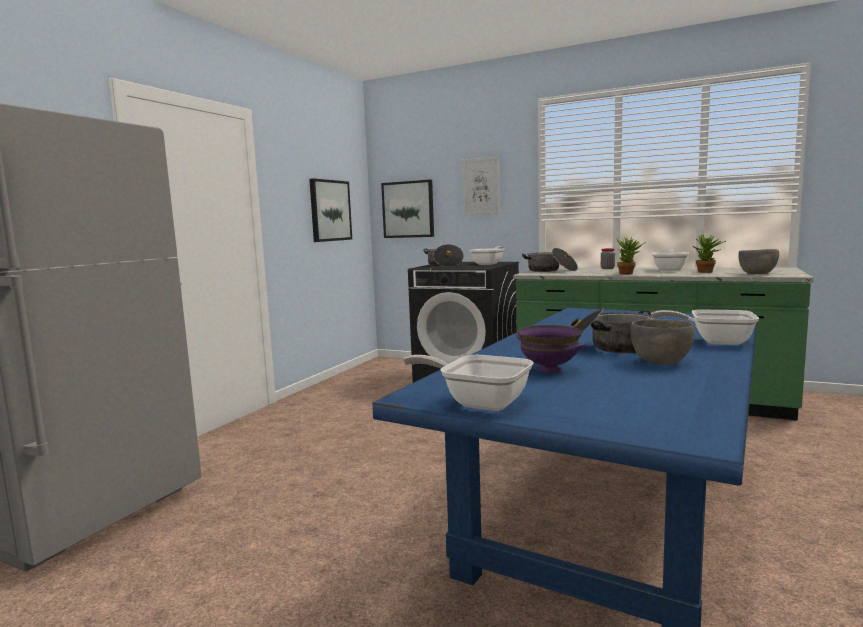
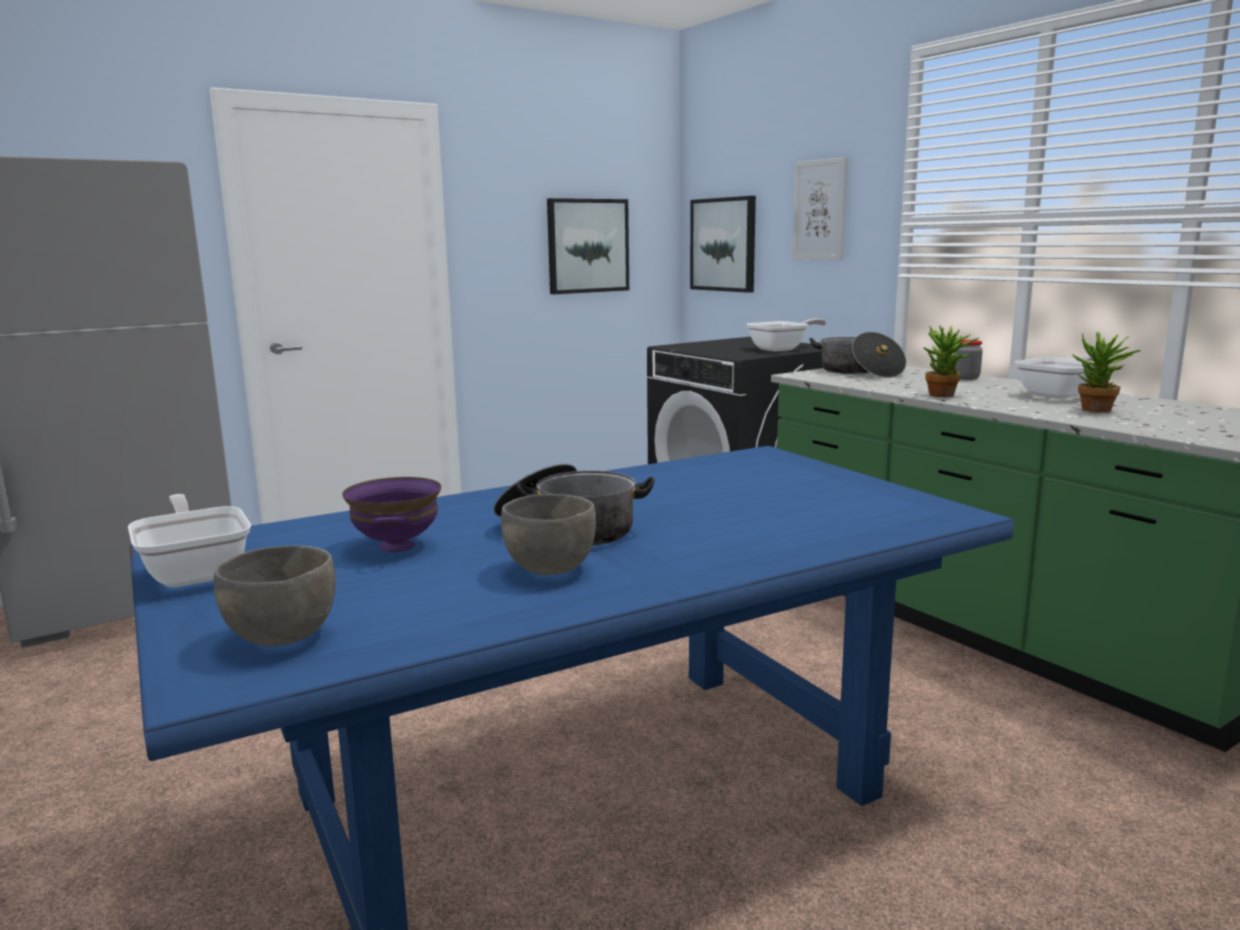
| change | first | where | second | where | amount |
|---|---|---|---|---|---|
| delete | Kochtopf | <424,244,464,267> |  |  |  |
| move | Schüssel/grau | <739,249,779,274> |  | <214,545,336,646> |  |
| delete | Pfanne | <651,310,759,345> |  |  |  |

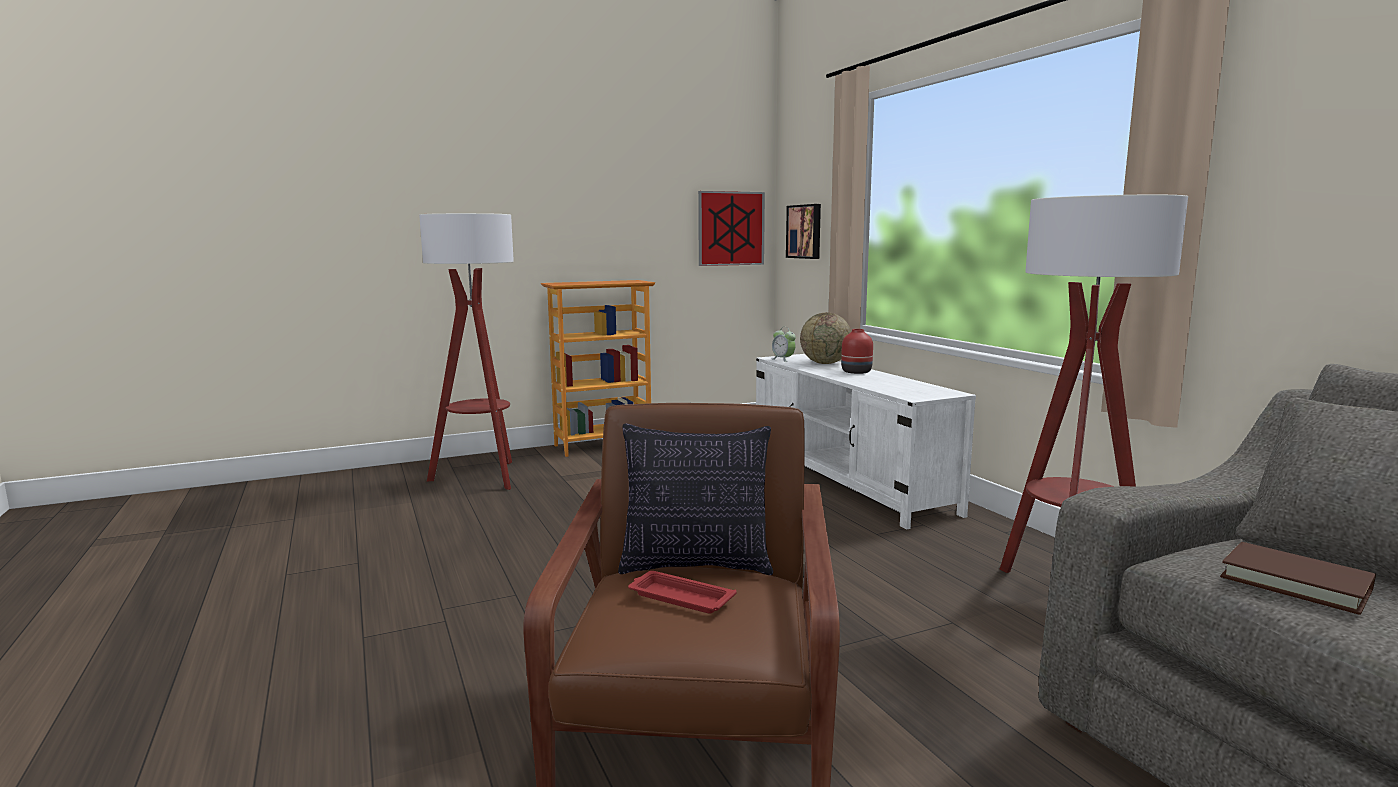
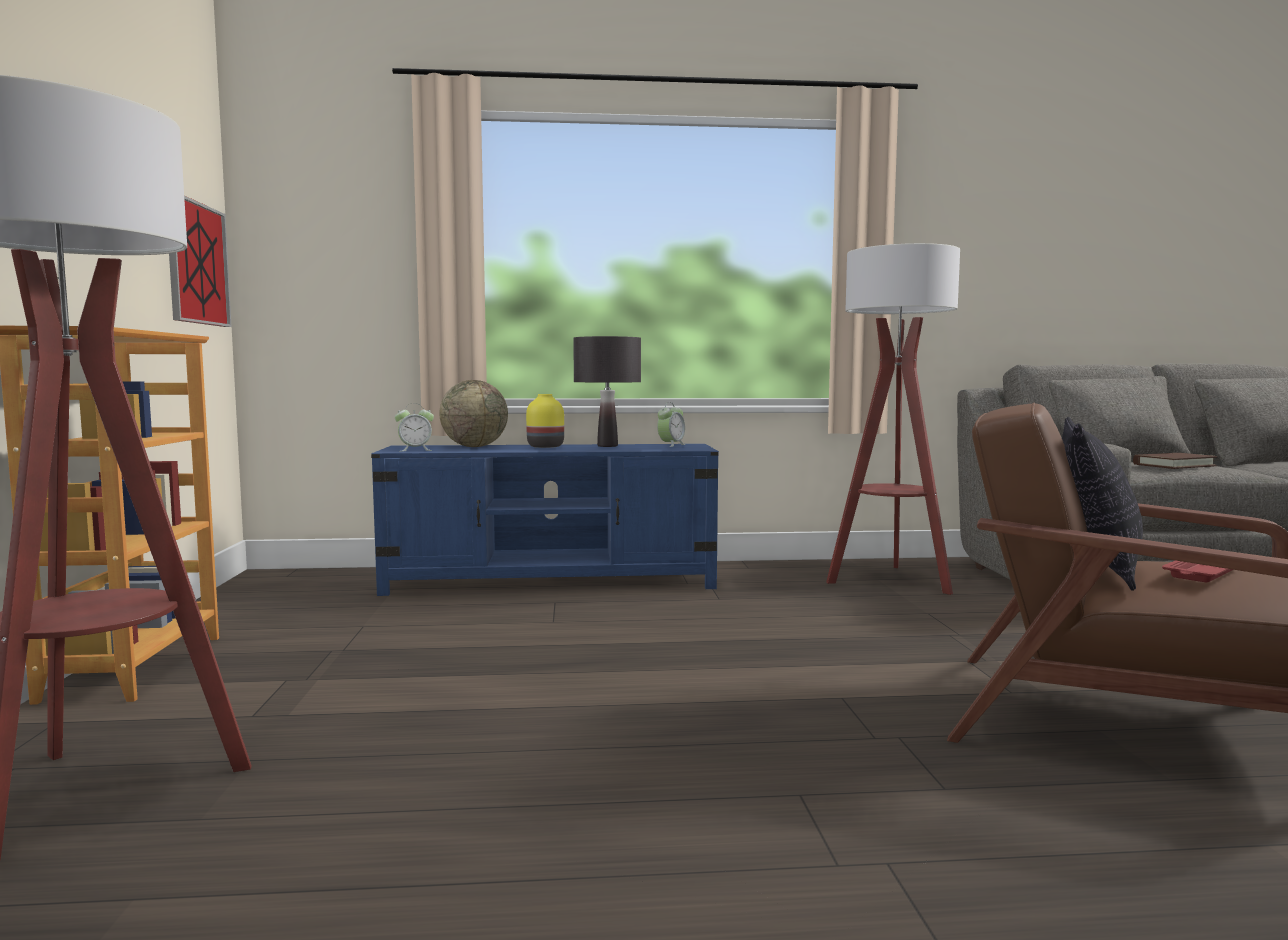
| change | first | where | second | where | amount |
|---|---|---|---|---|---|
| delete | Bild | <786,204,821,259> |  |  |  |
| recolor | Vase/rot | <841,329,873,374> | Vase/gelb | <526,394,564,448> |  |
| recolor | Fernsehschrank/weiß | <756,354,976,530> | Fernsehschrank/blau | <371,444,719,596> |  |
| insert |  |  | Tischlampe/schwarz | <573,336,641,447> |  |
| insert |  |  | Wecker | <657,402,686,447> |  |

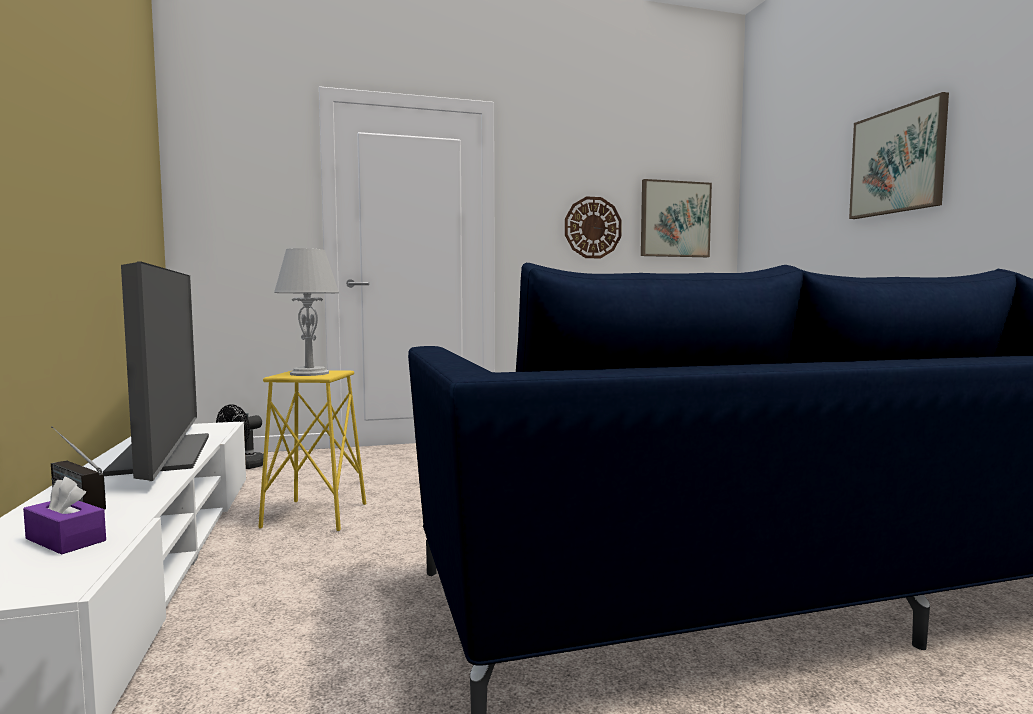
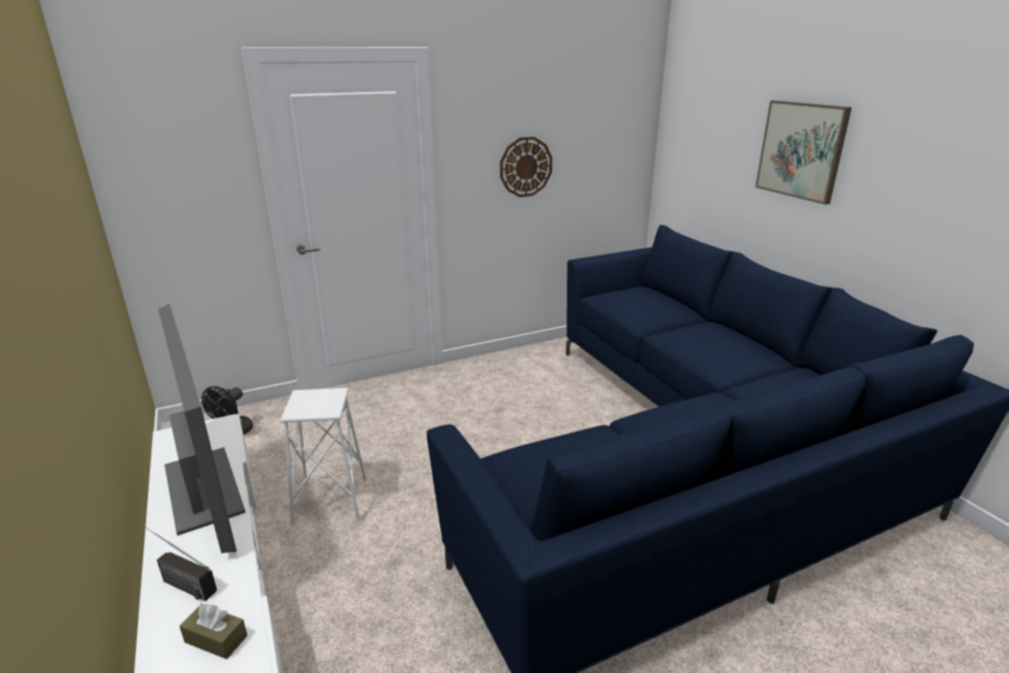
| change | first | where | second | where | amount |
|---|---|---|---|---|---|
| delete | Bild | <641,179,712,257> |  |  |  |
| delete | Tischlampe/grau | <274,248,339,376> |  |  |  |
| recolor | Hocker/gelb | <258,370,366,531> | Hocker/weiß | <280,388,367,525> |  |
| recolor | Taschentuchbox/lila | <23,477,106,555> | Taschentuchbox/braun | <179,604,247,659> |  |

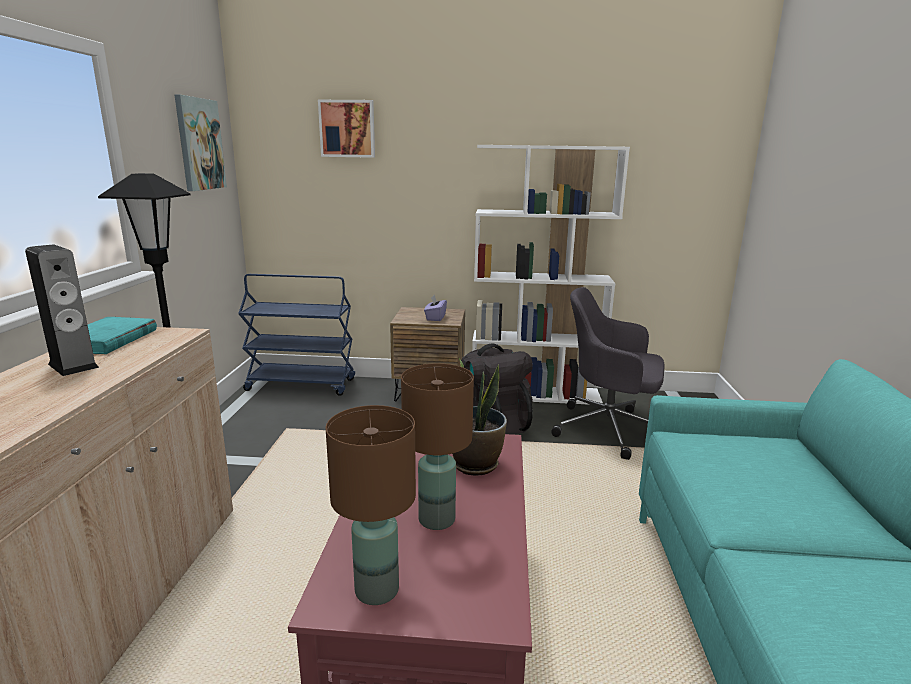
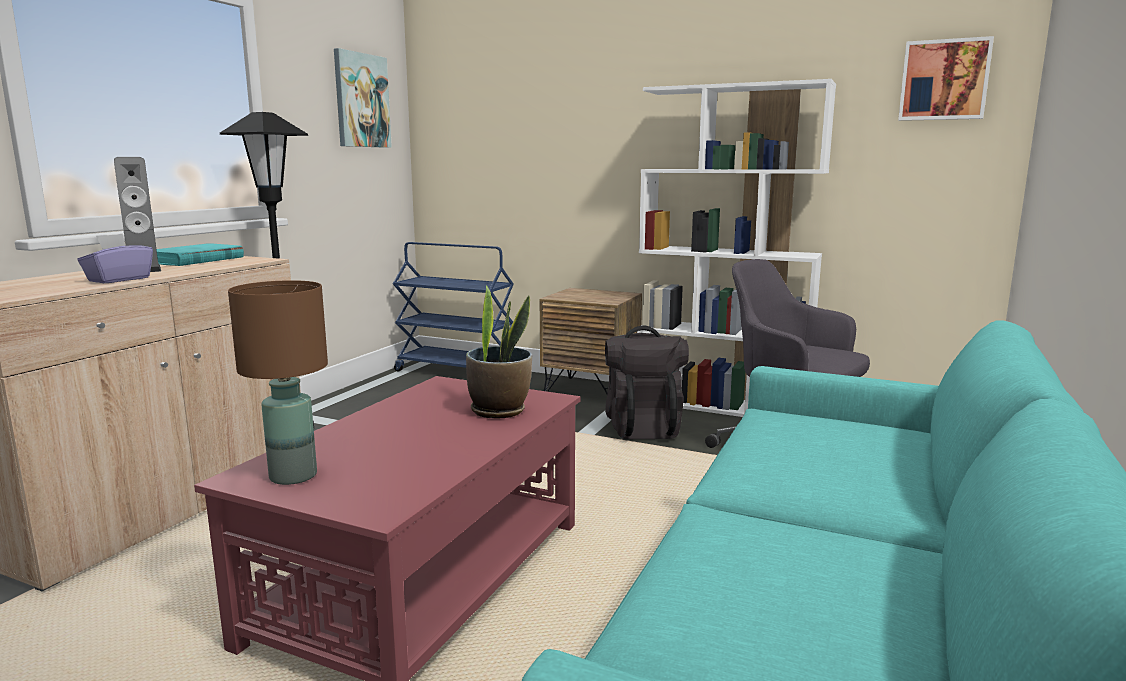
| change | first | where | second | where | amount |
|---|---|---|---|---|---|
| move | Bild | <318,100,375,158> |  | <898,36,994,121> |  |
| move | Taschentuchbox/lila | <424,294,447,321> |  | <77,234,153,283> |  |
| delete | Tischlampe/braun | <401,363,474,530> |  |  |  |

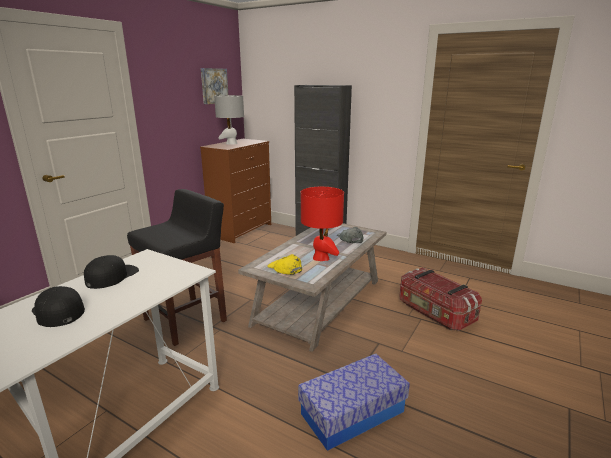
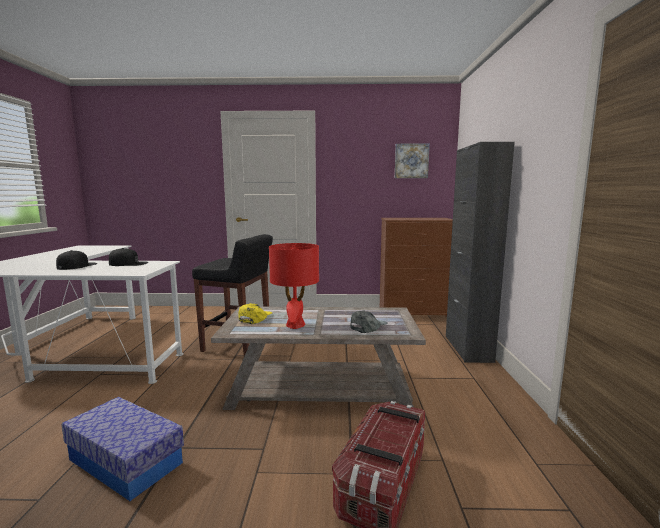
| change | first | where | second | where | amount |
|---|---|---|---|---|---|
| delete | Tischlampe/grau | <214,95,244,145> |  |  |  |

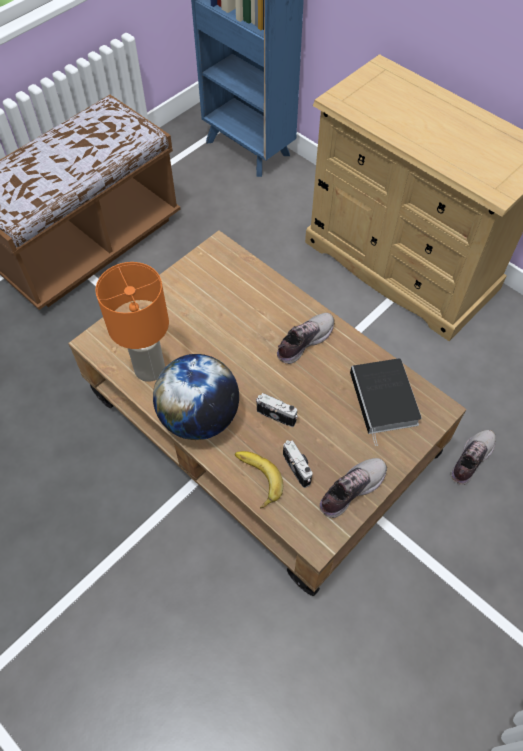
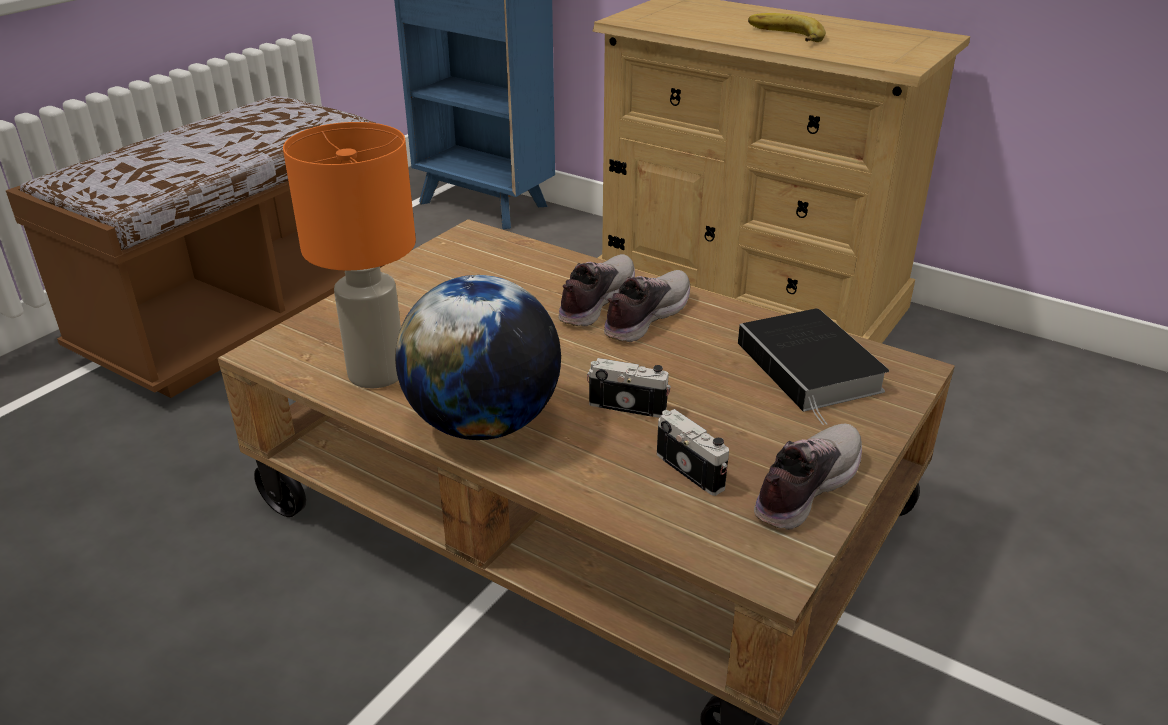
| change | first | where | second | where | amount |
|---|---|---|---|---|---|
| move | Schuh | <450,430,496,485> |  | <559,254,635,327> |  |
| move | Banane | <235,451,283,508> |  | <748,13,826,42> |  |

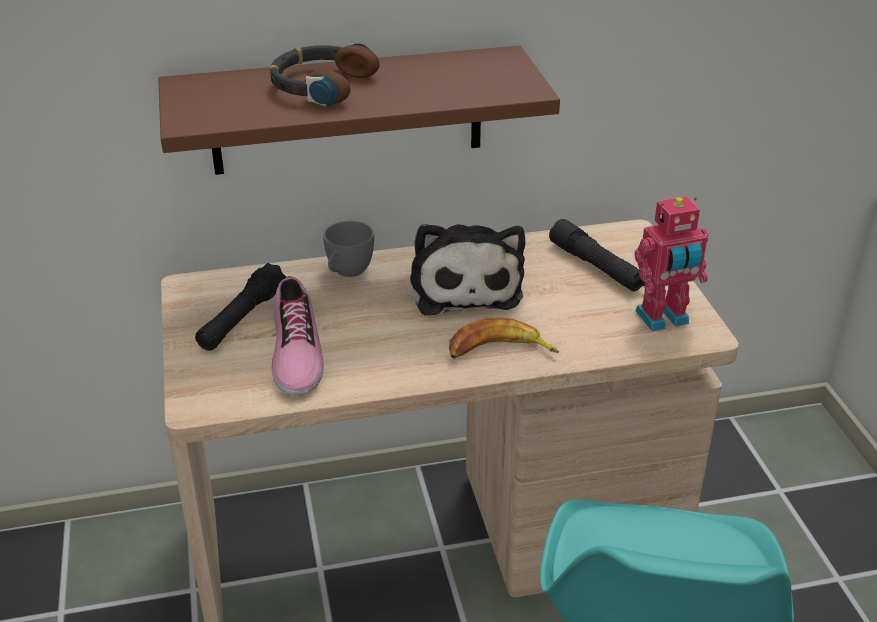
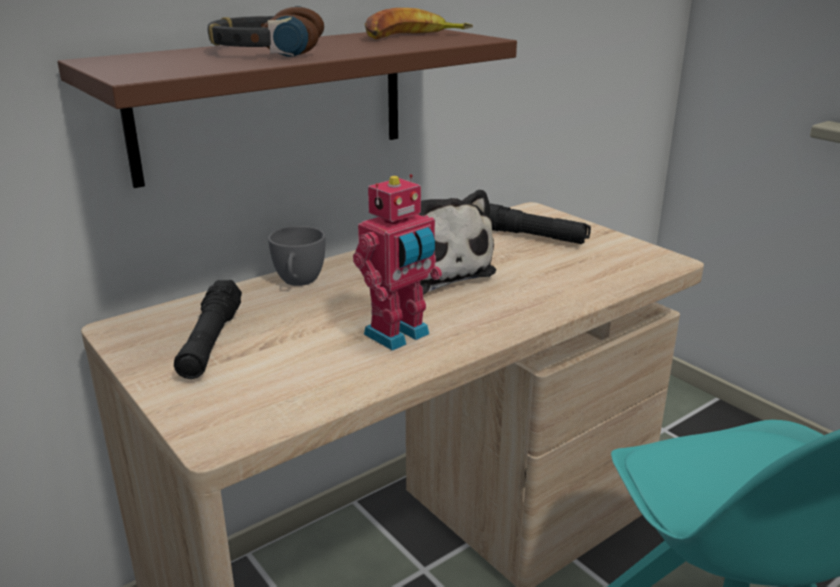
| change | first | where | second | where | amount |
|---|---|---|---|---|---|
| move | Spielzeugroboter | <634,196,708,331> |  | <353,174,442,351> |  |
| delete | Schuh | <271,277,324,396> |  |  |  |
| move | Banane | <449,318,559,359> |  | <365,8,473,39> |  |

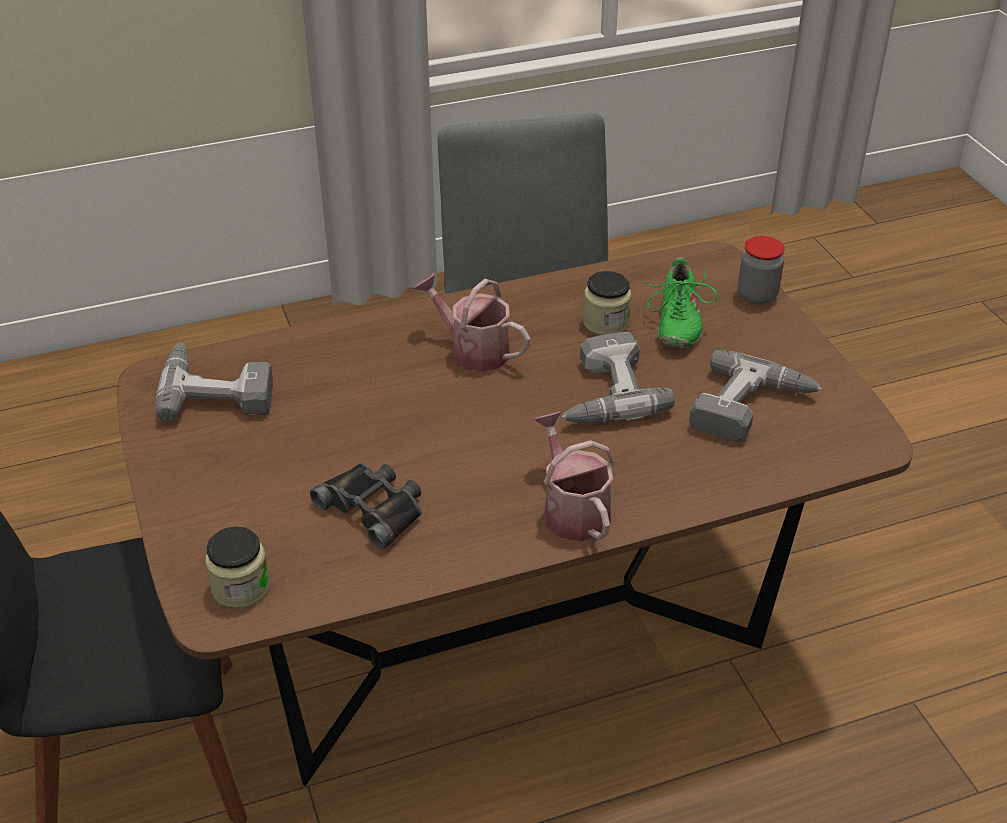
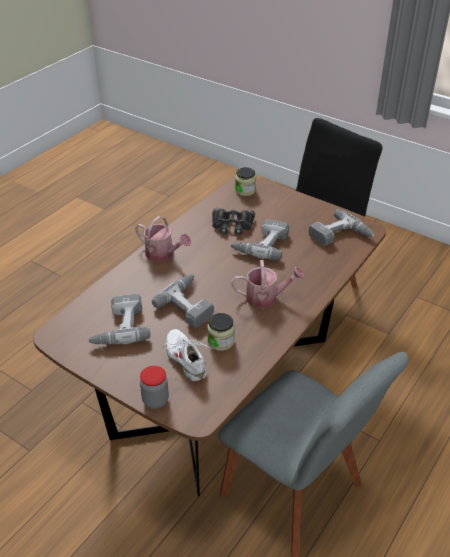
| change | first | where | second | where | amount |
|---|---|---|---|---|---|
| recolor | Schuh/grün | <642,257,718,348> | Schuh/weiß | <163,329,212,382> |  |
| insert |  |  | Bohrmaschine | <230,219,289,260> |  |

